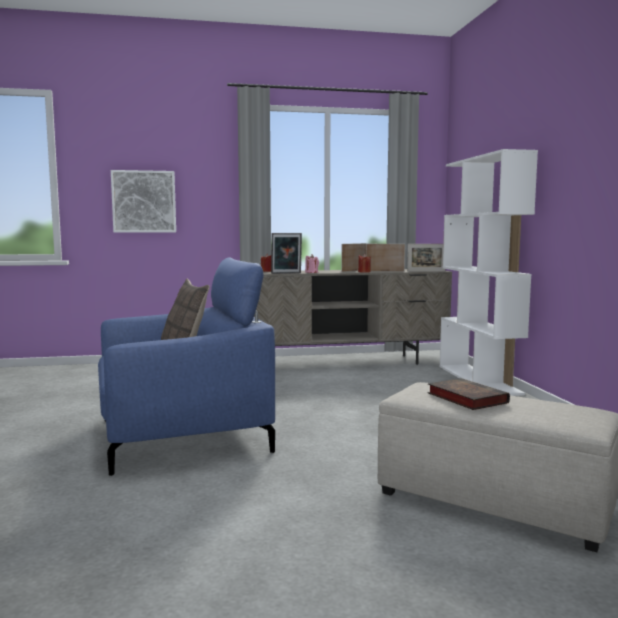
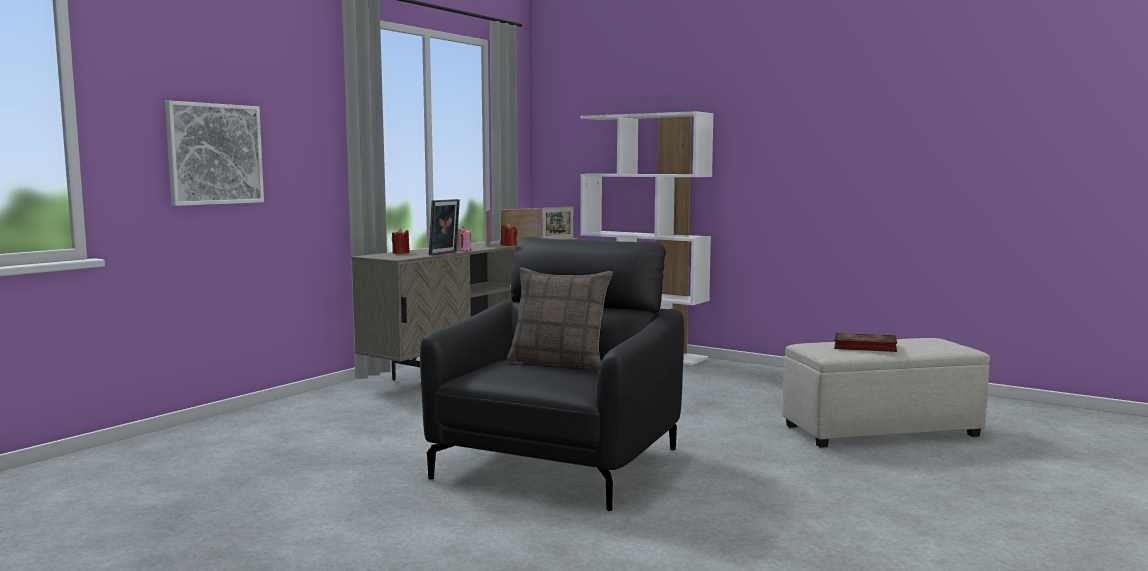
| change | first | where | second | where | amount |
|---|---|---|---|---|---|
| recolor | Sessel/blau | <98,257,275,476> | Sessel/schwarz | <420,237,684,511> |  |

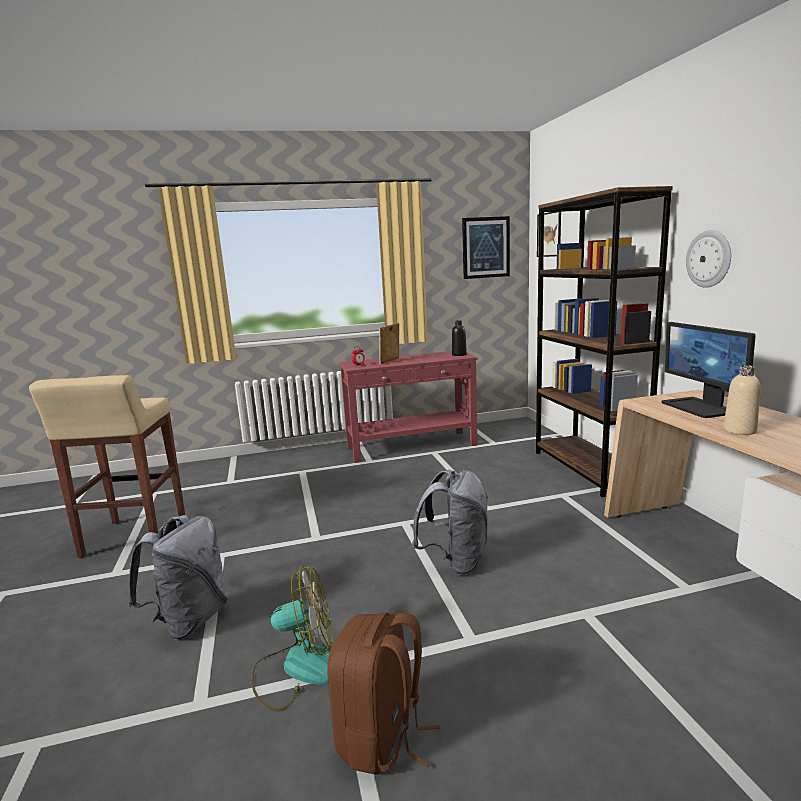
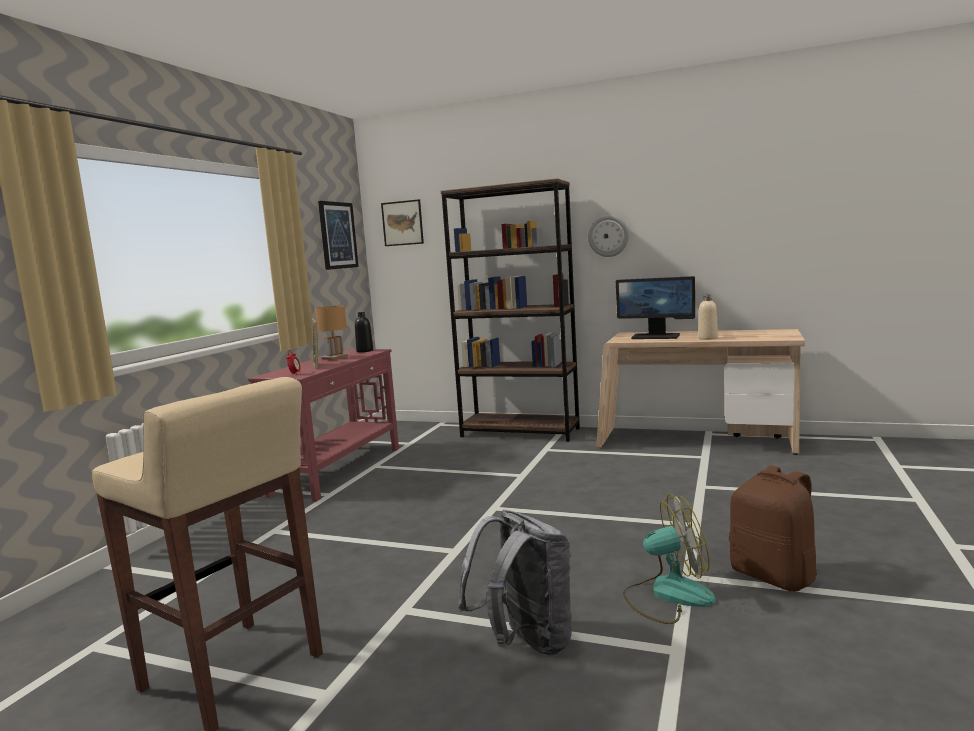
| change | first | where | second | where | amount |
|---|---|---|---|---|---|
| delete | Rucksack/grau | <412,470,488,575> |  |  |  |
| rotate | Ventilator | <251,566,333,711> |  | <623,494,716,624> | 60 degrees clockwise |
| insert |  |  | Tischlampe/braun | <315,305,350,360> |  |

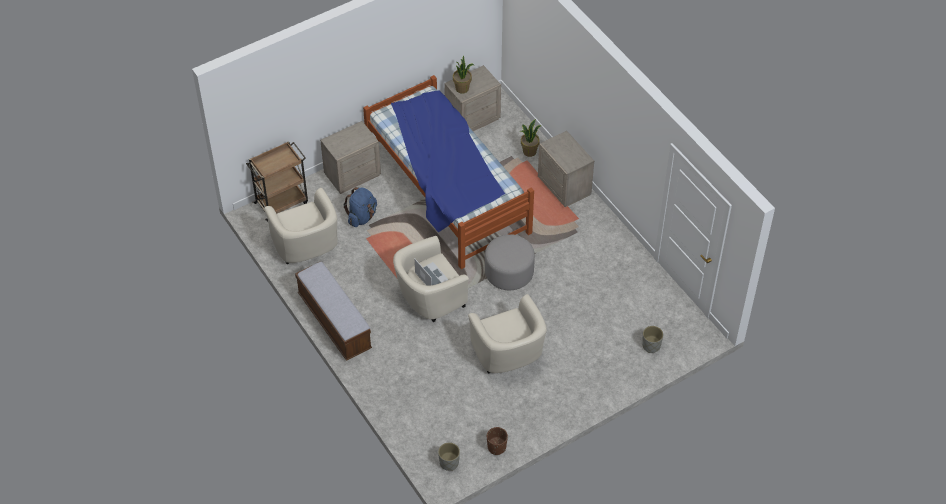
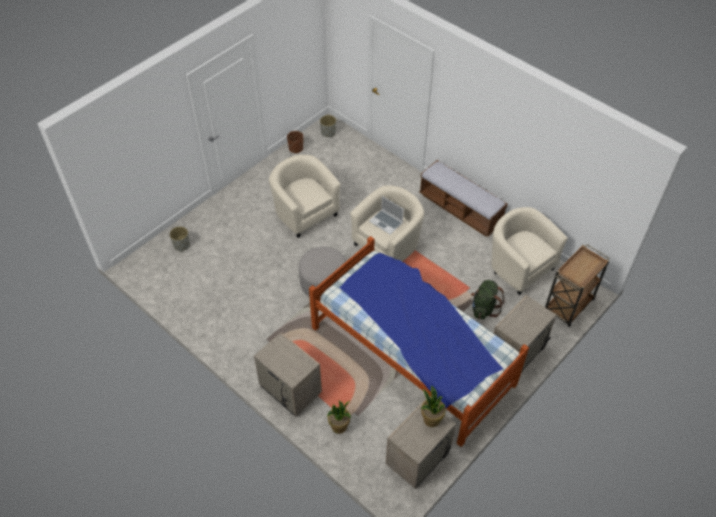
| change | first | where | second | where | amount |
|---|---|---|---|---|---|
| recolor | Rucksack/blau | <344,187,377,227> | Rucksack/grün | <471,280,505,319> |  |

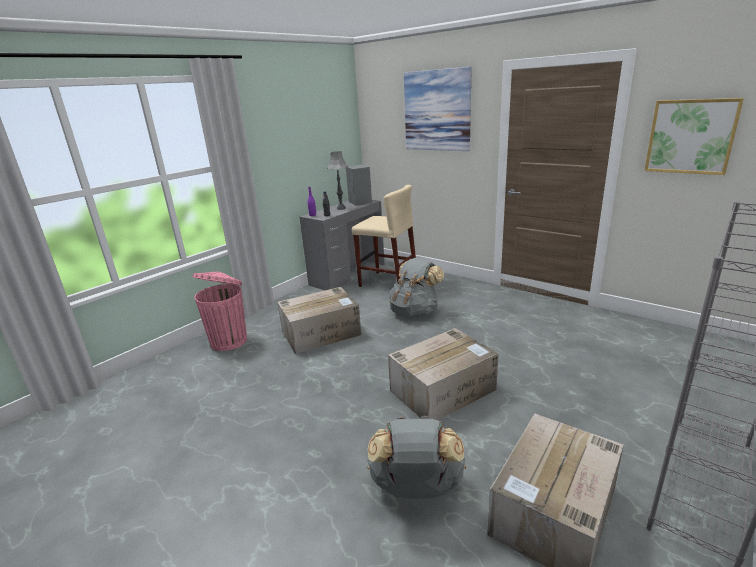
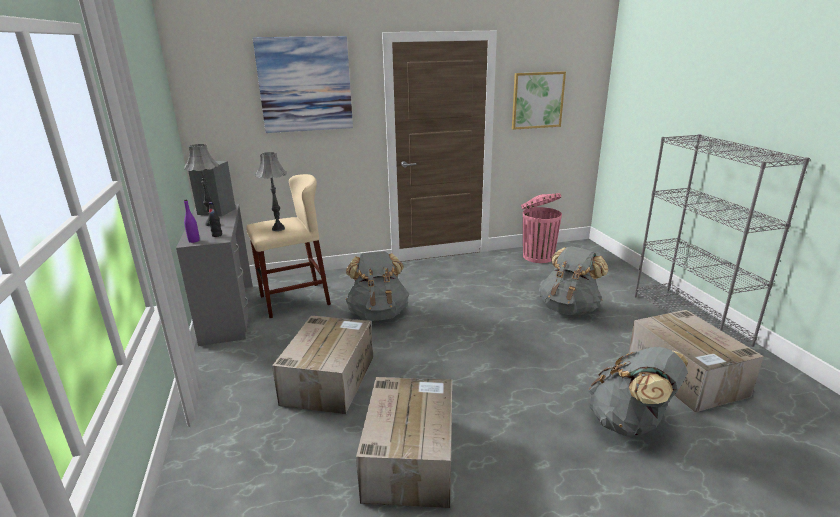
| change | first | where | second | where | amount |
|---|---|---|---|---|---|
| move | Mülleimer/rosa | <192,272,247,351> |  | <521,193,562,263> |  |
| move | Karton | <388,328,499,420> |  | <356,377,452,508> |  |
| insert |  |  | Tischlampe/grau | <255,152,287,231> |  |
| insert |  |  | Rucksack/grau | <539,246,609,315> |  |

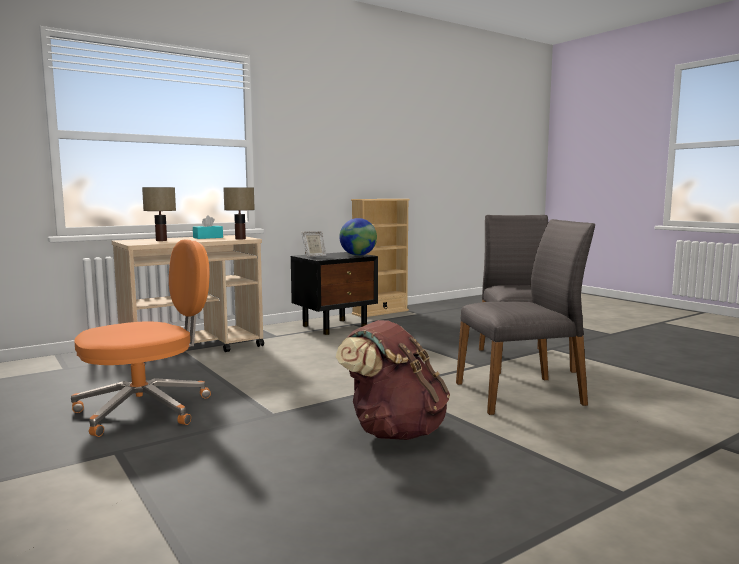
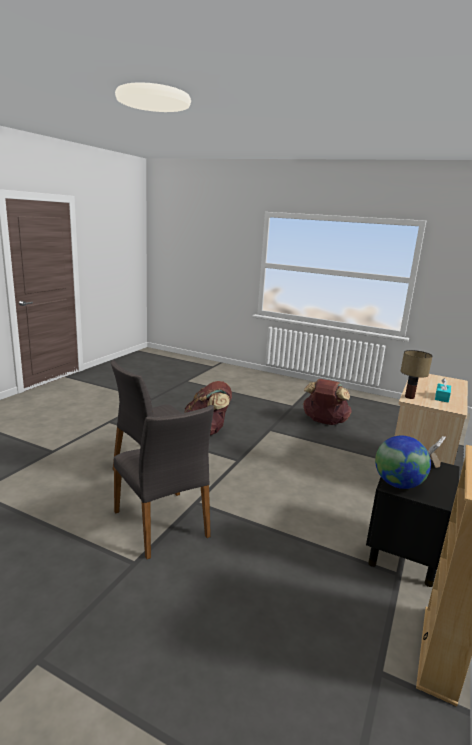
| change | first | where | second | where | amount |
|---|---|---|---|---|---|
| delete | Tischlampe | <142,187,176,241> |  |  |  |
| replace | Bürostuhl/orange | <71,239,211,437> | Rucksack/braun | <303,379,352,425> |  |

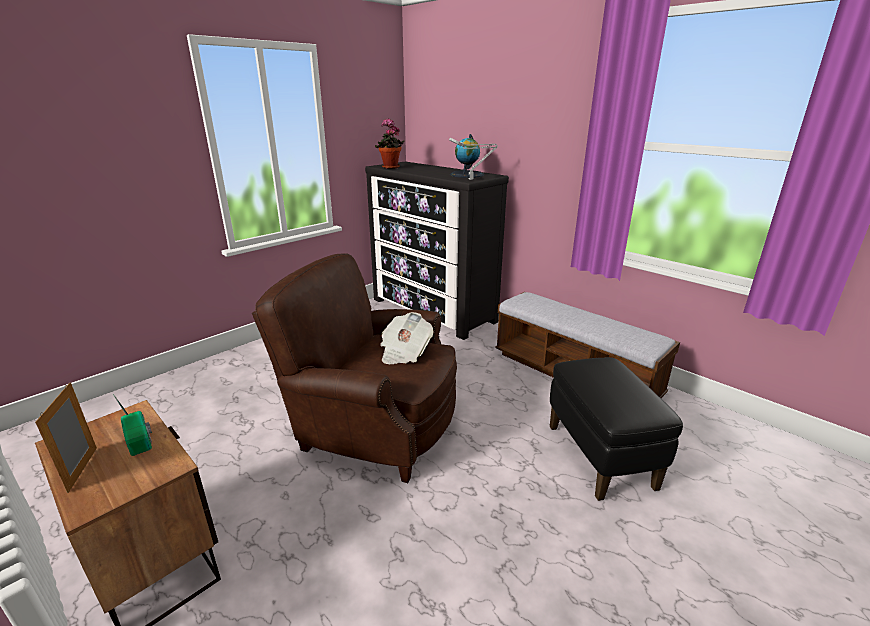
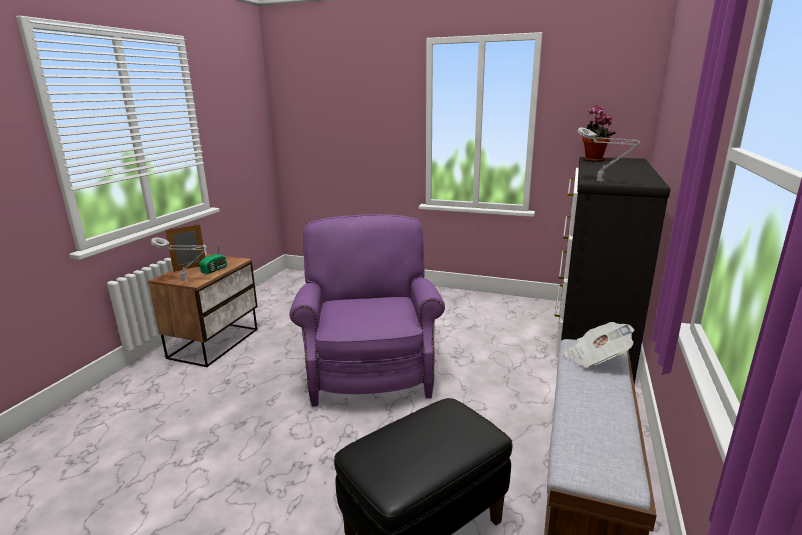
| change | first | where | second | where | amount |
|---|---|---|---|---|---|
| delete | Globus | <450,134,484,178> |  |  |  |
| recolor | Sessel/braun | <252,253,457,483> | Sessel/lila | <289,214,445,407> |  |
| move | Zeitung | <380,312,434,364> |  | <564,322,635,368> |  |
| insert |  |  | Tischlampe/grau | <151,238,207,281> |  |

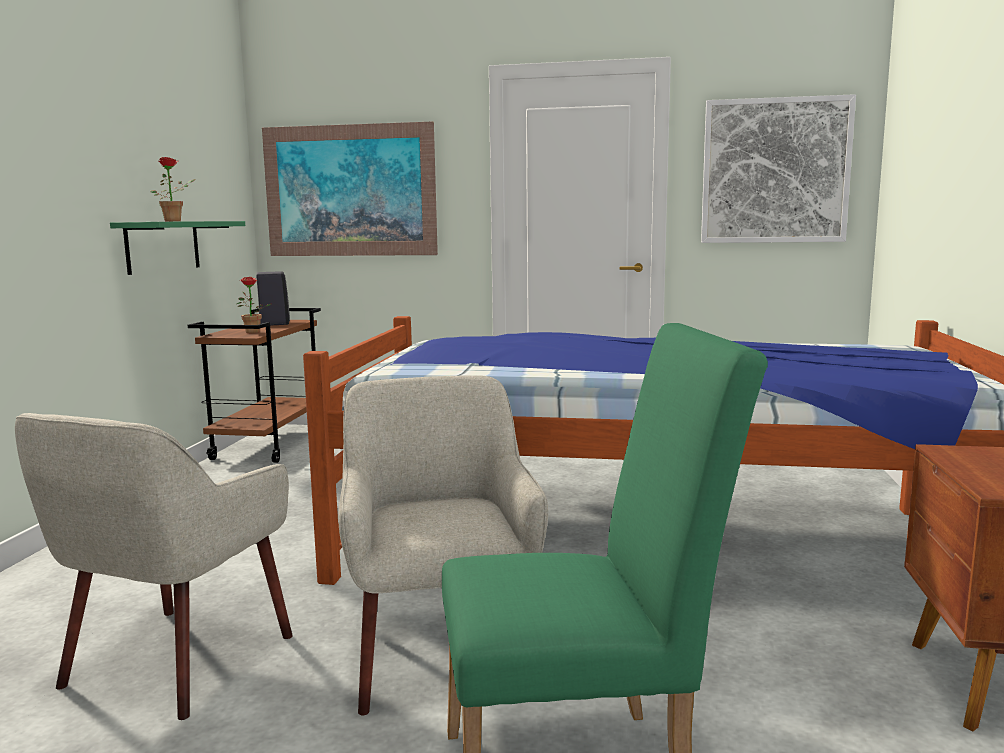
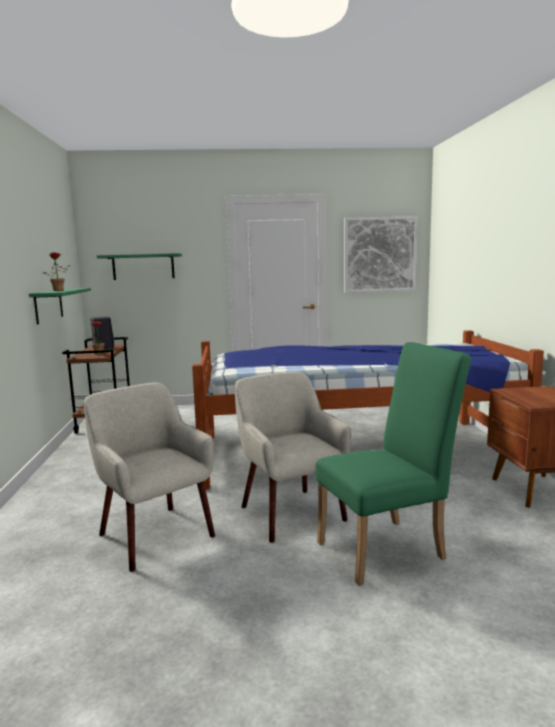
| change | first | where | second | where | amount |
|---|---|---|---|---|---|
| replace | Bild | <262,122,438,256> | Wandregal/grün | <96,253,182,280> |  |
| rotate | Sessel/beige | <15,413,293,720> |  | <84,383,215,572> | 135 degrees clockwise |

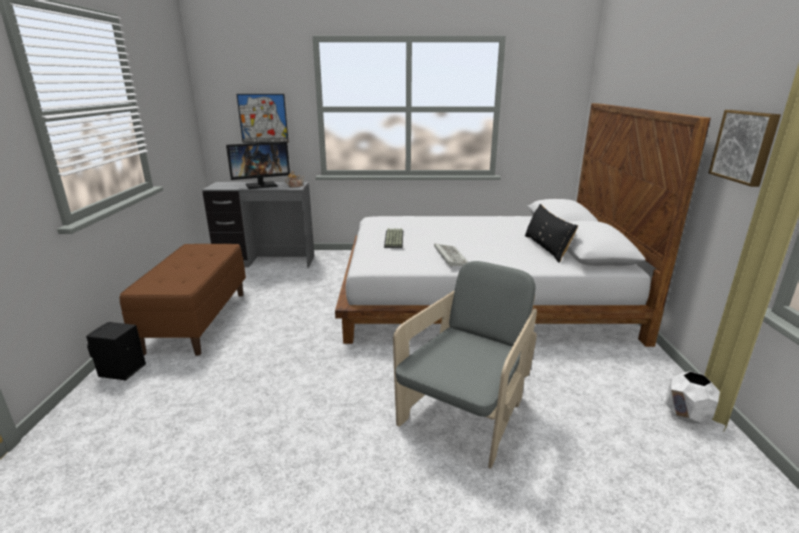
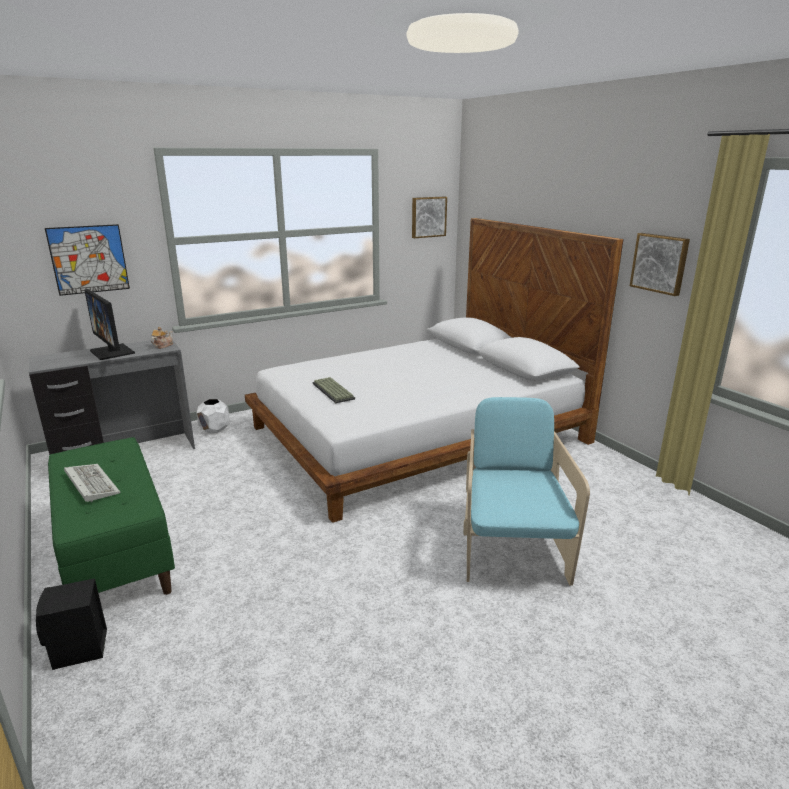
| change | first | where | second | where | amount |
|---|---|---|---|---|---|
| rotate | Monitor | <226,141,290,189> |  | <84,289,135,360> | 105 degrees clockwise |
| delete | Kissen/schwarz | <525,204,578,263> |  |  |  |
| move | Tastatur | <434,243,468,267> |  | <64,464,121,502> |  |
| recolor | Bank/braun | <120,244,246,356> | Bank/grün | <48,437,175,595> |  |
| recolor | Sessel/grau | <393,261,537,469> | Sessel/türkis | <463,397,590,586> |  |
| move | Pflanzkübel/weiß | <665,371,720,423> |  | <197,399,229,433> |  |
| insert |  |  | Bild | <412,197,447,238> |  |

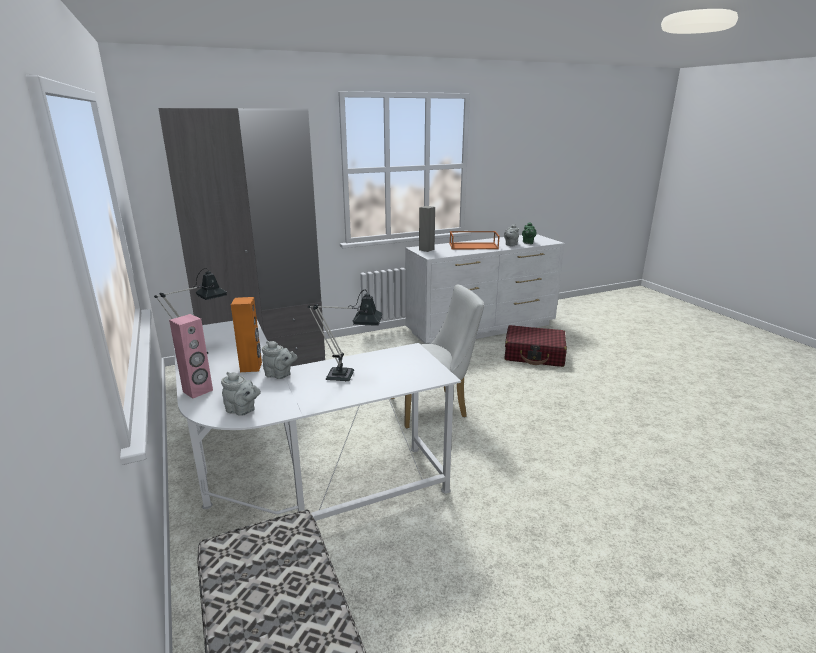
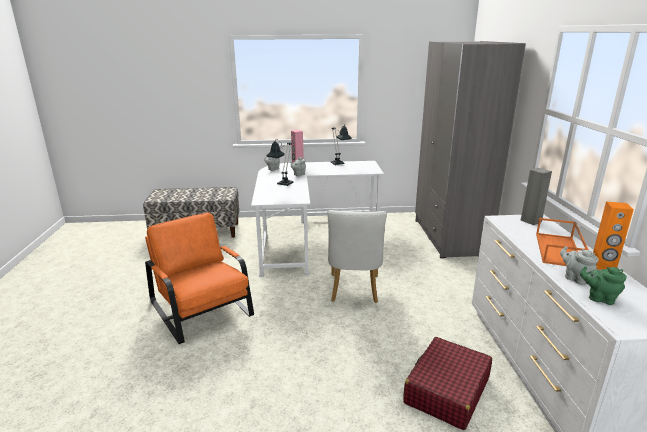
| change | first | where | second | where | amount |
|---|---|---|---|---|---|
| move | Lautsprecher/orange | <231,297,262,372> |  | <593,202,634,270> |  |
| insert |  |  | Sessel/orange | <145,212,254,344> |  |

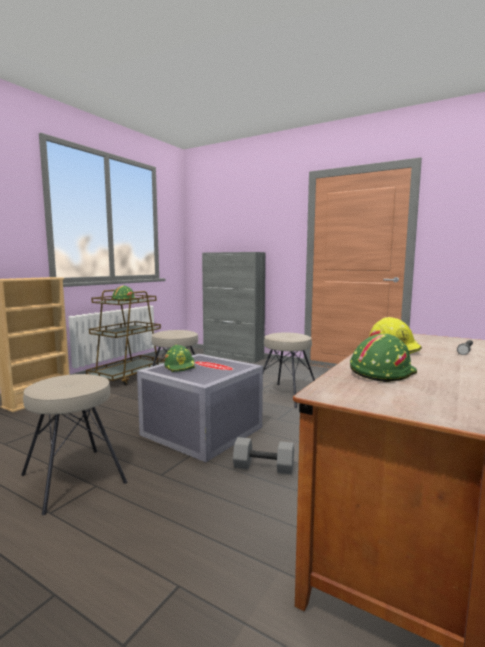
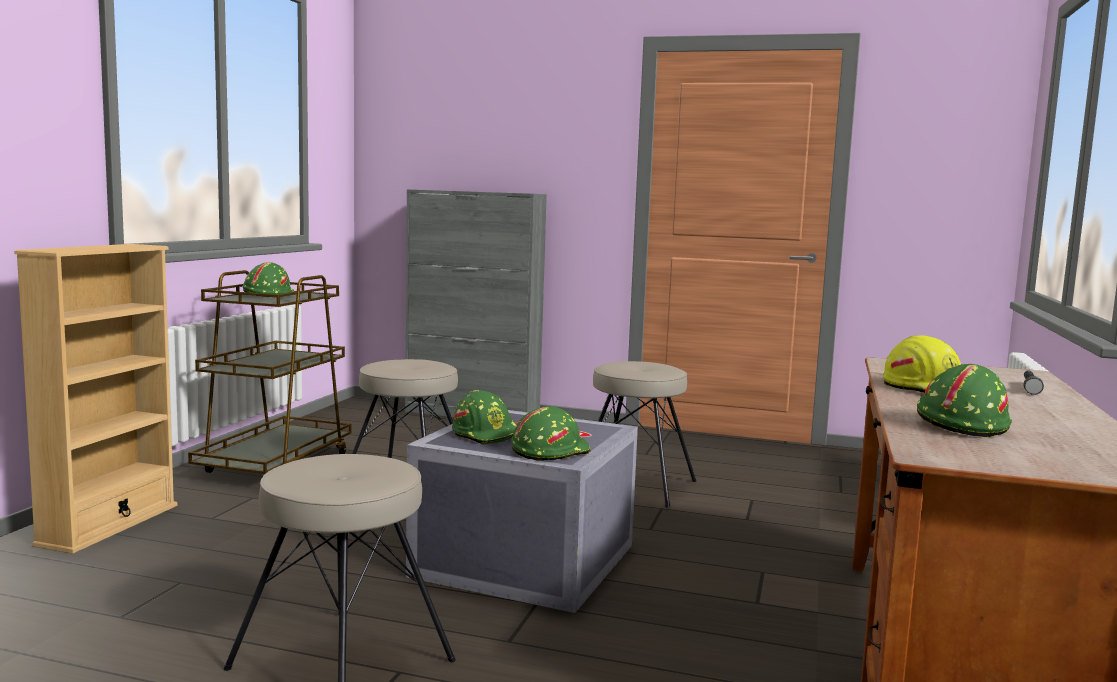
| change | first | where | second | where | amount |
|---|---|---|---|---|---|
| delete | Hantel/grau | <233,437,294,475> |  |  |  |
| insert |  |  | Schutzhelm/grün | <511,406,591,461> |  |

